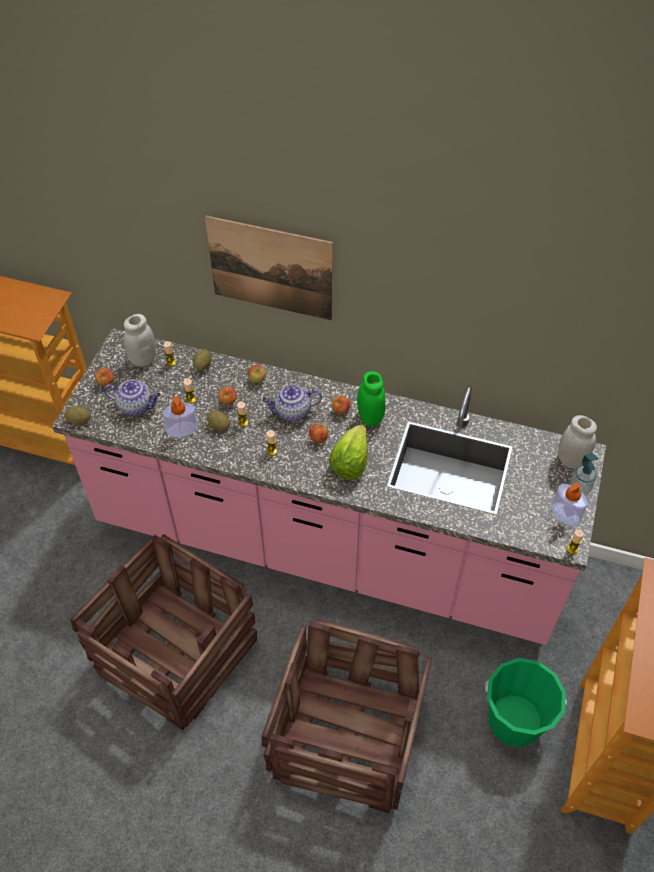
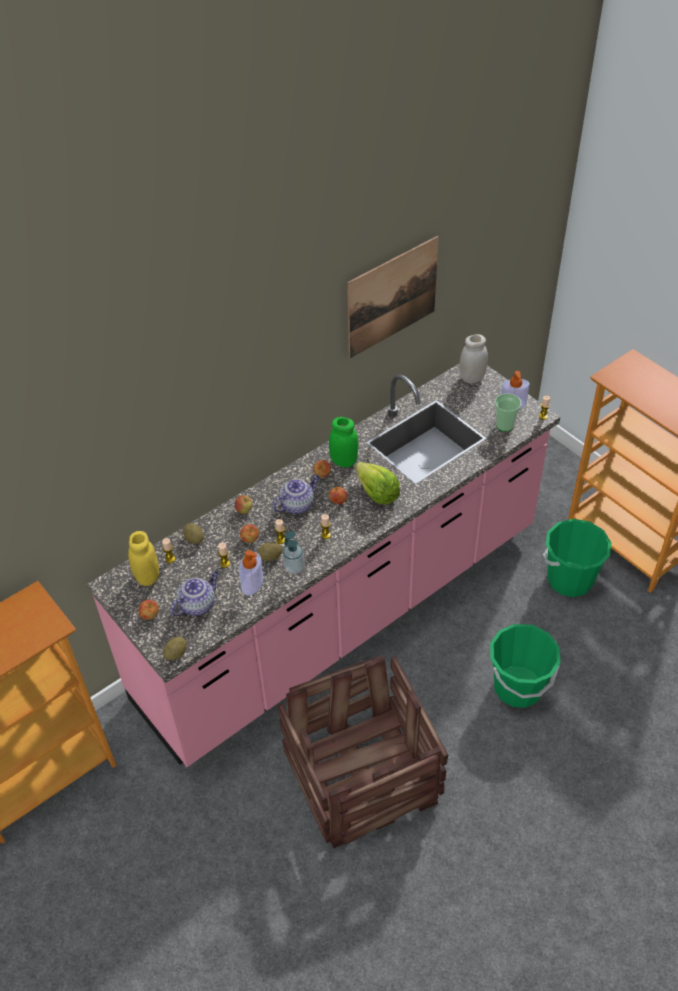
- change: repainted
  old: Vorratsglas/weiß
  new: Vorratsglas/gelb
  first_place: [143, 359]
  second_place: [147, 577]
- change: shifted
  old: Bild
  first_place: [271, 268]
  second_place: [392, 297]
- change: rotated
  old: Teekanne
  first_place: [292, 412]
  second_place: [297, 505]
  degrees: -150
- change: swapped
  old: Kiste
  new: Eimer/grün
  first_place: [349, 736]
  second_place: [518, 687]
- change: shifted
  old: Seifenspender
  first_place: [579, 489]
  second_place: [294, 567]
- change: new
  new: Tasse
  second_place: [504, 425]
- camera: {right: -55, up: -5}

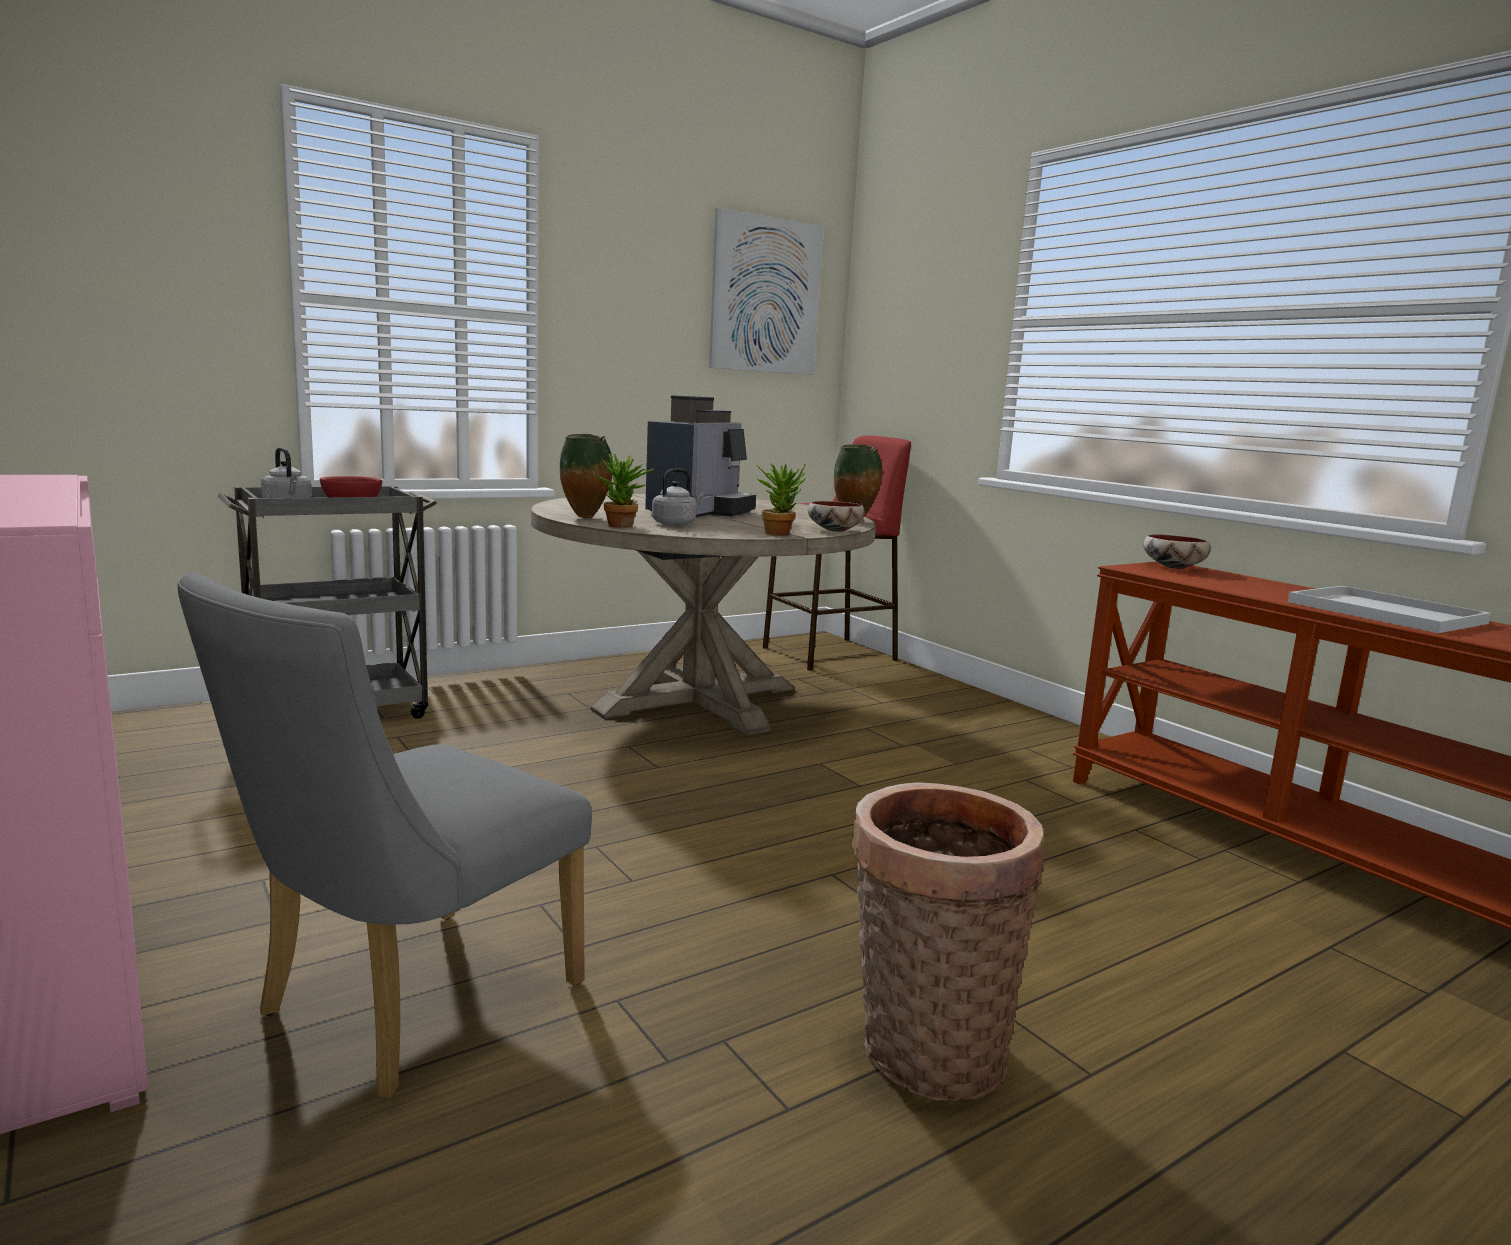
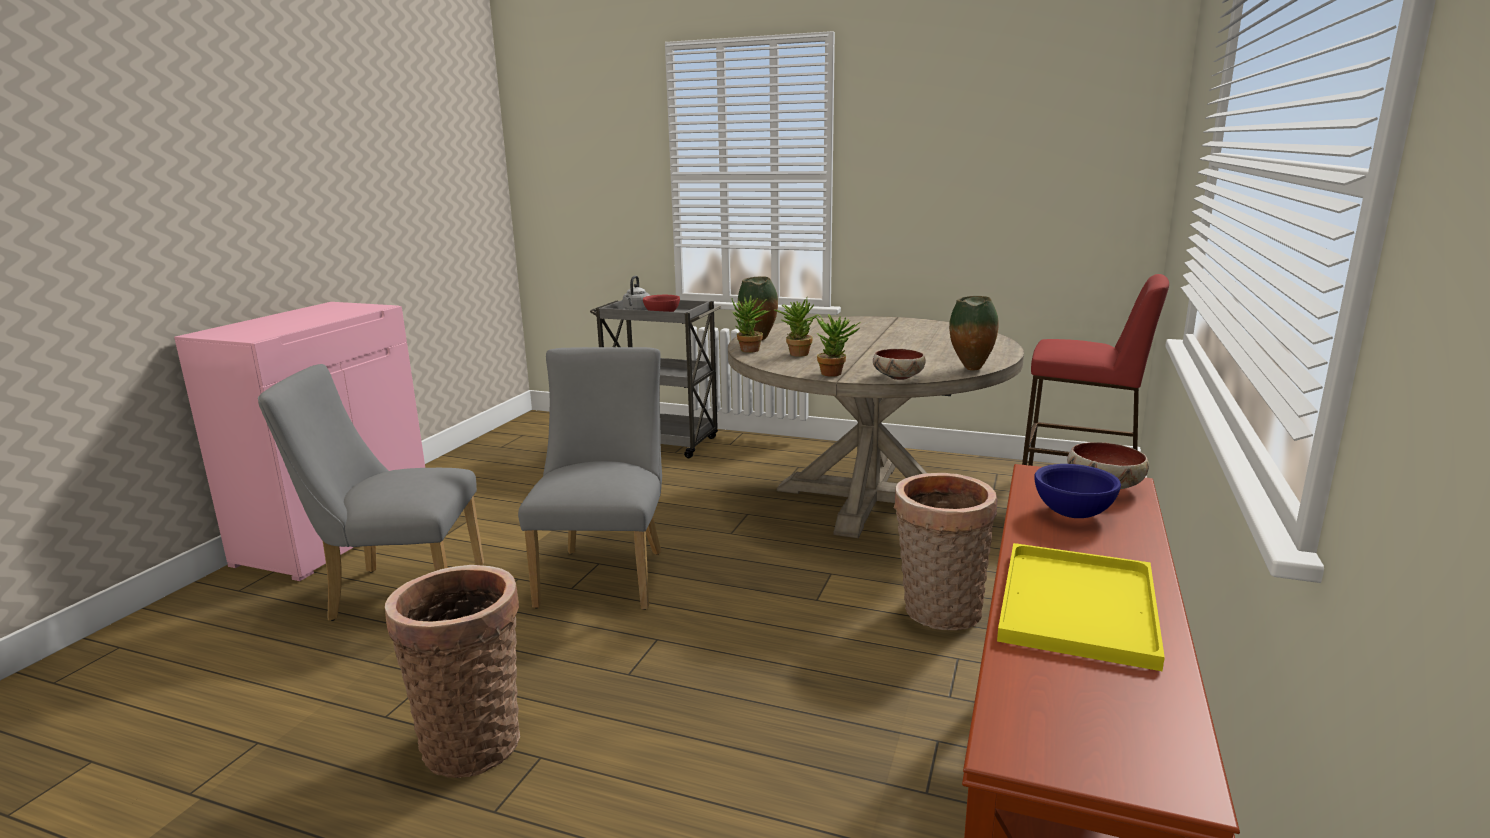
- change: gone
  old: Kaffeemaschine
  first_place: [700, 512]
- change: swapped
  old: Wasserkessel/grau
  new: Topfpflanze
  first_place: [676, 524]
  second_place: [796, 353]
- change: gone
  old: Bild
  first_place: [765, 295]
- change: repainted
  old: Tablett/weiß
  new: Tablett/gelb
  first_place: [1381, 612]
  second_place: [1075, 603]
- change: new
  new: Stuhl/grau
  second_place: [606, 573]
- change: new
  new: Korb
  second_place: [938, 613]
- change: new
  new: Schüssel/blau
  second_place: [1071, 513]
- camera: {right: 55, up: 5}

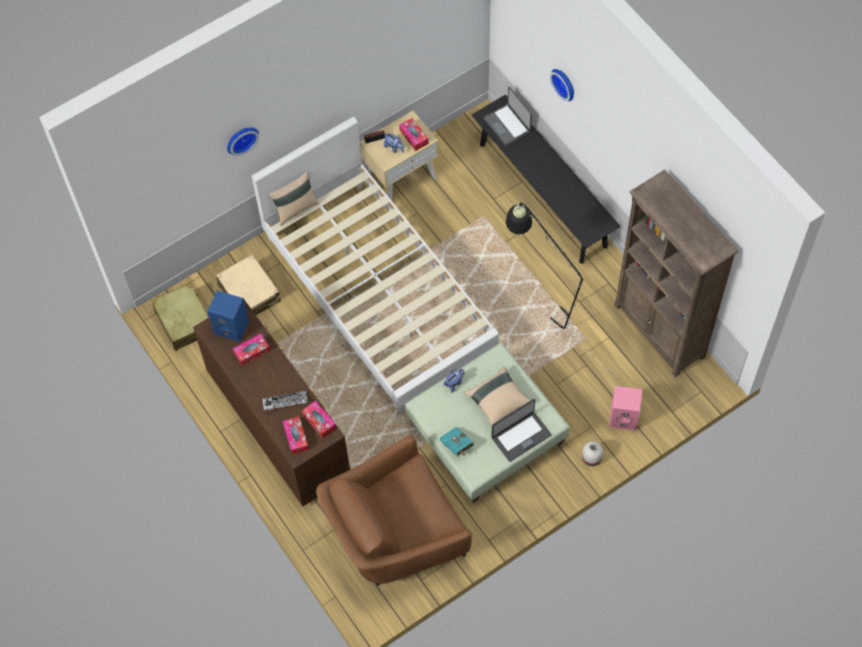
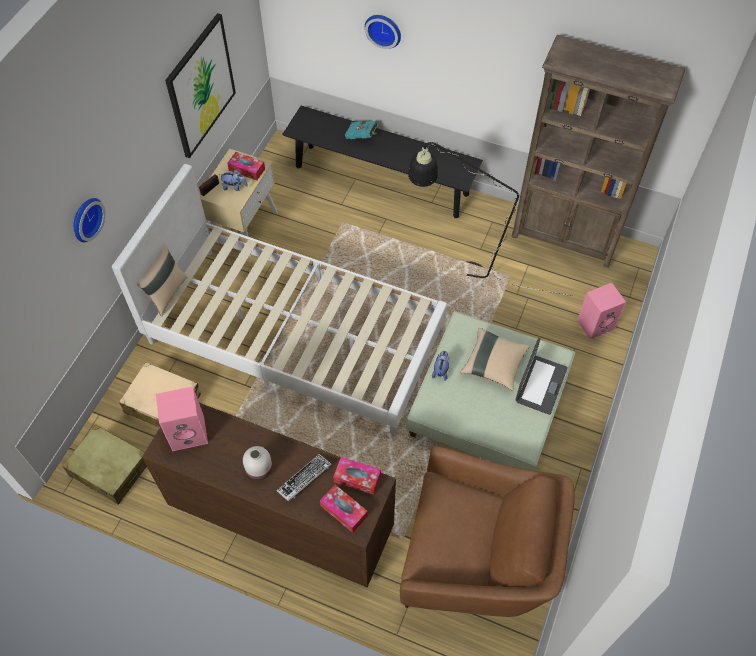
- change: repainted
  old: Lautsprecher/blau
  new: Lautsprecher/rosa
  first_place: [232, 327]
  second_place: [189, 432]
- change: gone
  old: Taschentuchbox
  first_place: [252, 352]
- change: rotated
  old: Sessel/braun
  first_place: [394, 535]
  second_place: [477, 558]
  degrees: -105
- change: shifted
  old: Buch/türkis
  first_place: [457, 446]
  second_place: [362, 136]
- change: gone
  old: Laptop
  first_place: [508, 125]
- change: shifted
  old: Vase/weiß
  first_place: [591, 457]
  second_place: [259, 469]
- change: new
  new: Bild
  second_place: [201, 86]
- camera: {right: -35, up: -5}

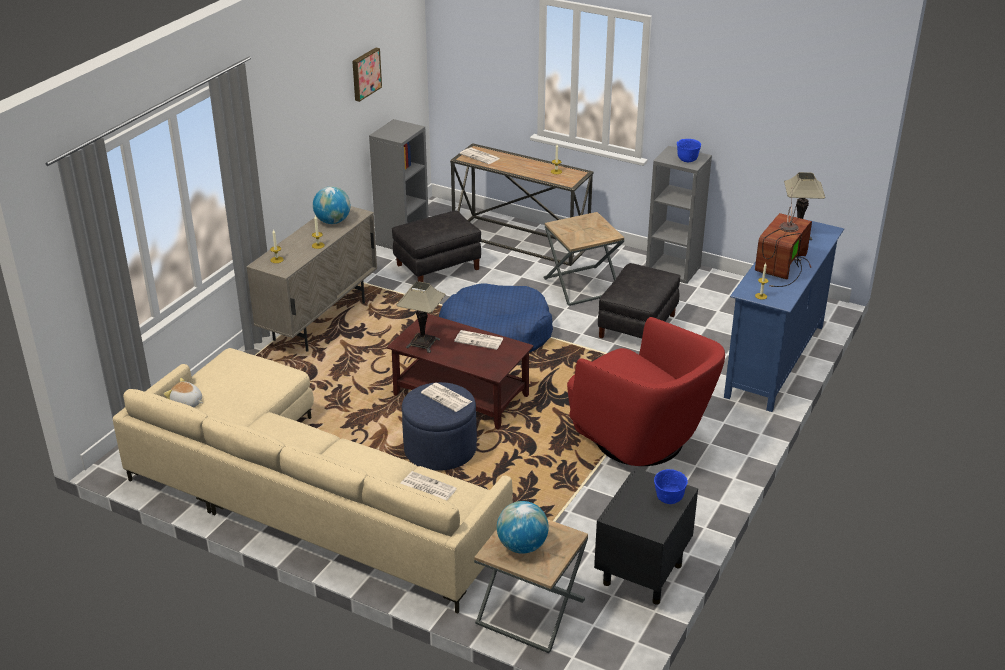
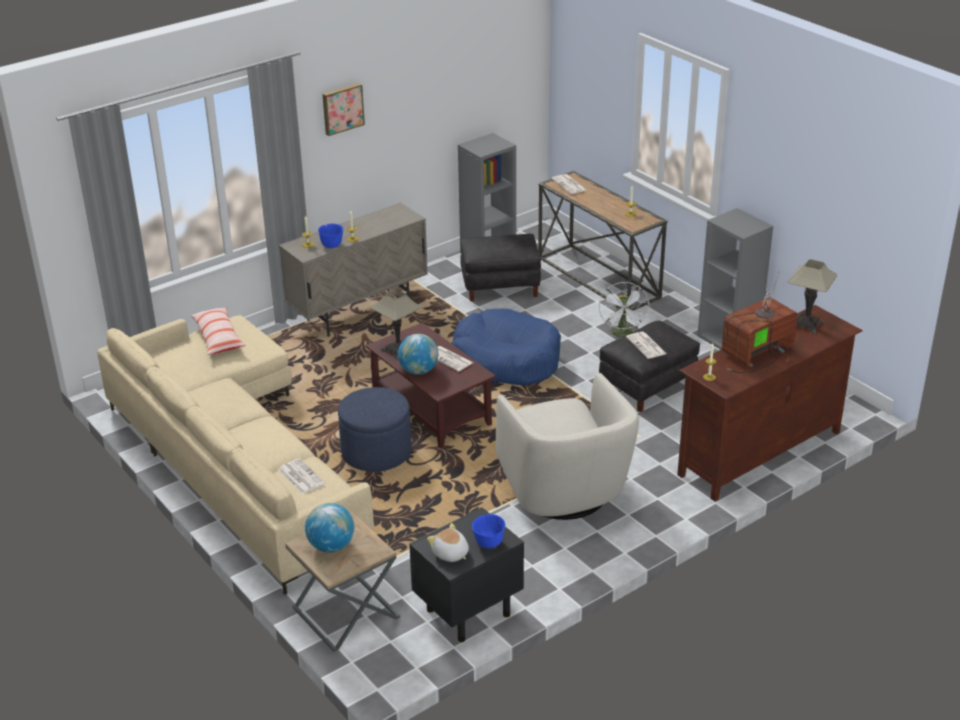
- change: shifted
  old: Plüschtier
  first_place: [186, 404]
  second_place: [450, 554]
- change: shifted
  old: Globus
  first_place: [333, 221]
  second_place: [418, 370]
- change: shifted
  old: Bild
  first_place: [365, 74]
  second_place: [342, 108]
- change: shifted
  old: Zeitung
  first_place: [447, 398]
  second_place: [646, 346]
- change: swapped
  old: Beistelltisch/braun
  new: Ventilator/weiß
  first_place: [581, 286]
  second_place: [623, 334]
- change: repainted
  old: Sessel/rot
  new: Sessel/beige
  first_place: [640, 440]
  second_place: [563, 493]
- change: shifted
  old: Schüssel/blau
  first_place: [687, 160]
  second_place: [331, 245]
- change: repainted
  old: Fernsehschrank/blau
  new: Fernsehschrank/braun
  first_place: [775, 361]
  second_place: [760, 454]
- change: new
  new: Kissen
  second_place: [218, 338]
- camera: {right: 25, up: 0}

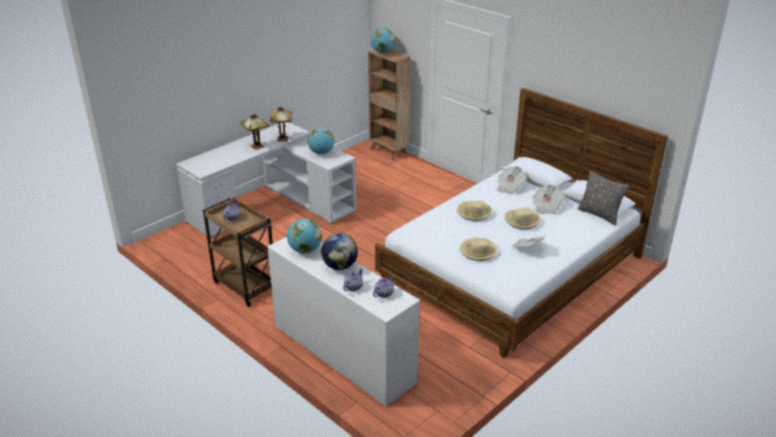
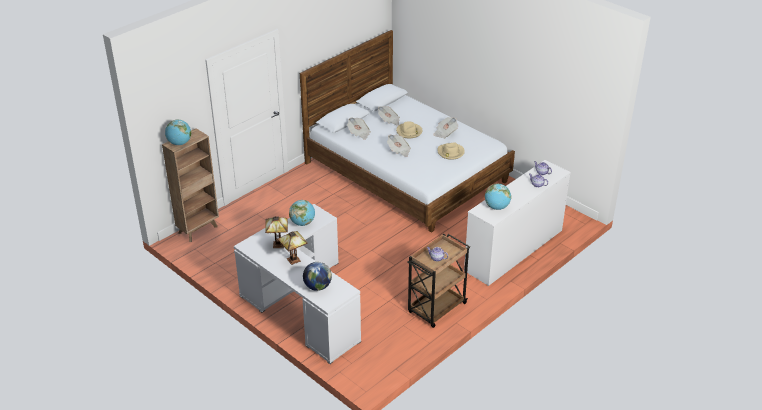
- change: shifted
  old: Globus
  first_place: [340, 266]
  second_place: [317, 286]
- change: swapped
  old: Hut/beige
  new: Zeitung
  first_place: [474, 212]
  second_place: [399, 151]
- change: gone
  old: Kissen
  first_place: [599, 215]
- camera: {right: -90, up: 5}

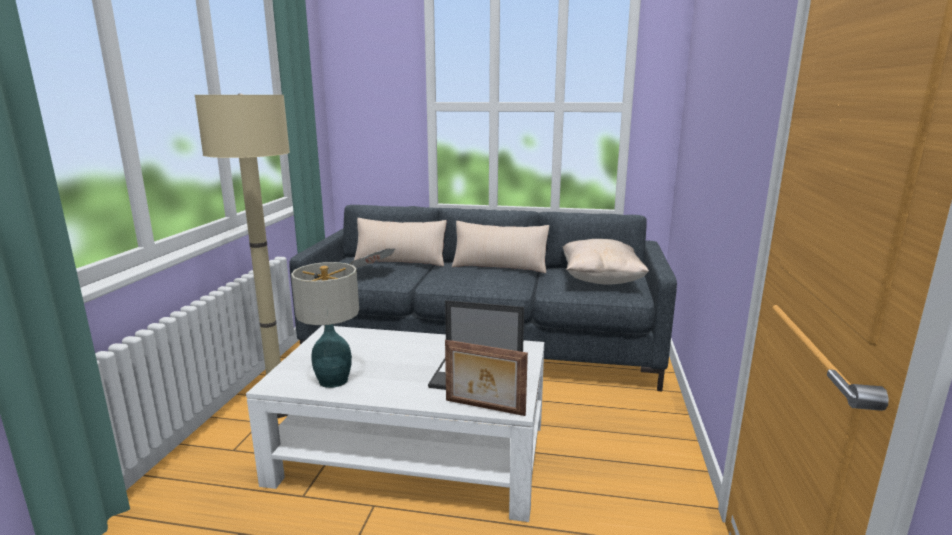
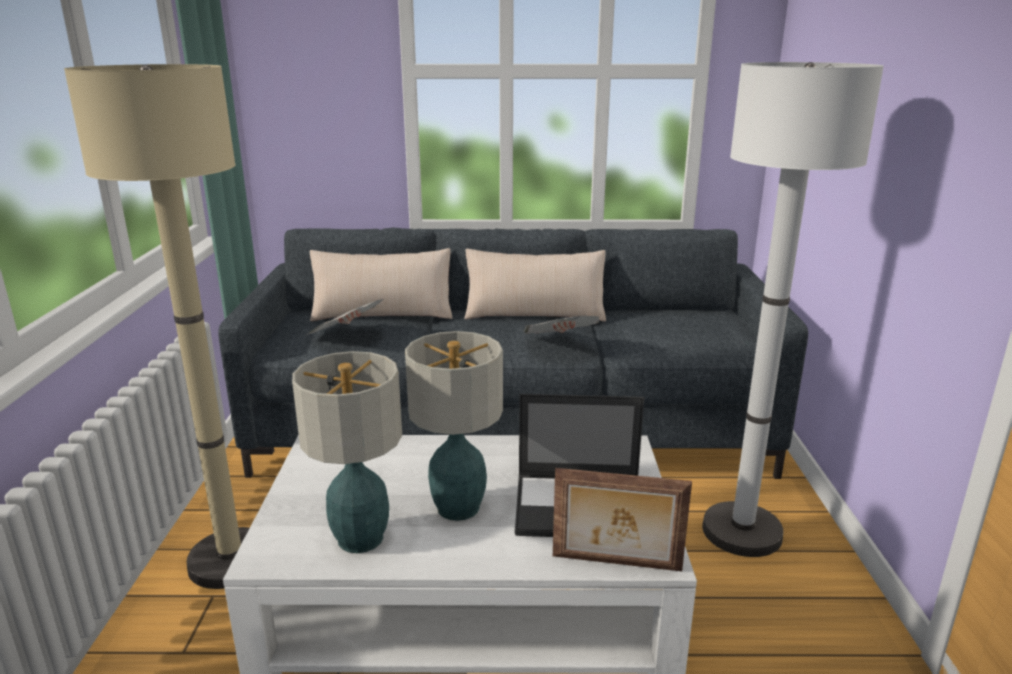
- change: gone
  old: Kissen/beige
  first_place: [600, 280]
- change: new
  new: Tischlampe
  second_place: [459, 508]
- change: new
  new: Zeitung
  second_place: [560, 345]
- change: new
  new: Stehlampe/weiß
  second_place: [742, 532]
- camera: {right: -10, up: 5}

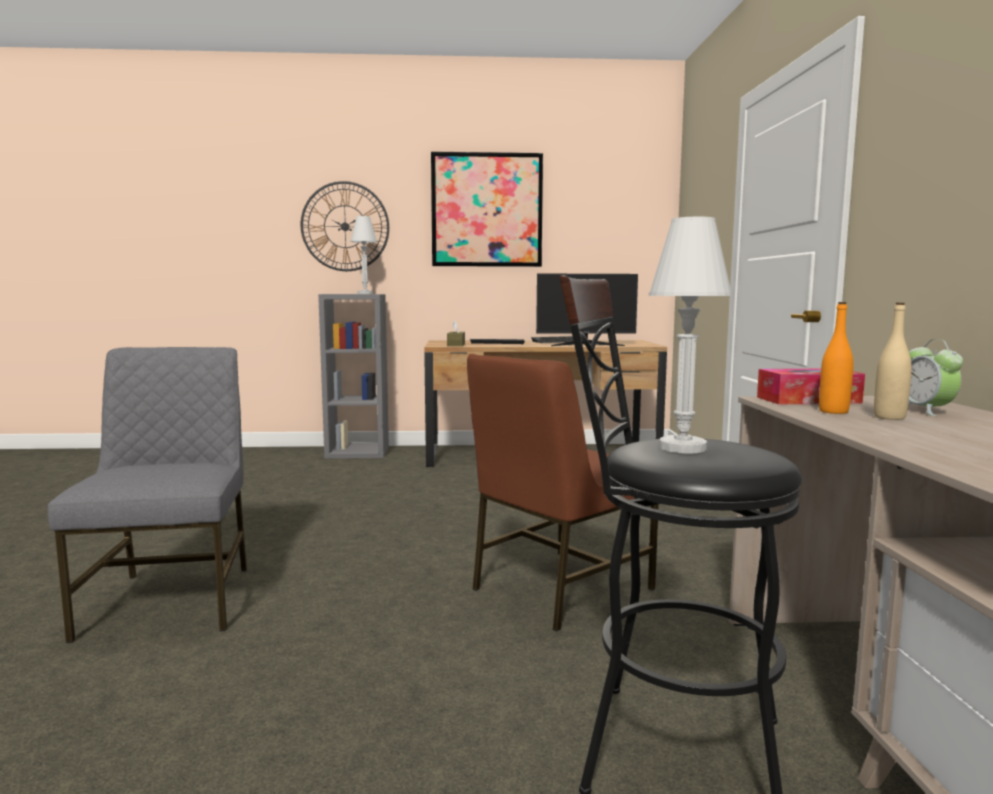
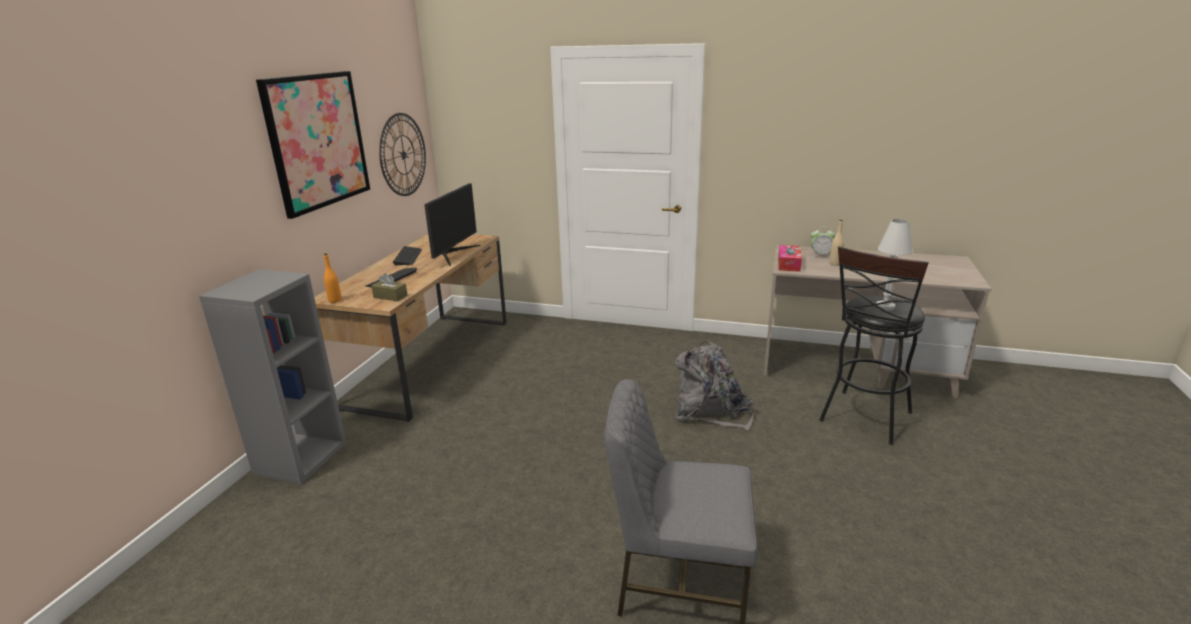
- change: shifted
  old: Wanduhr
  first_place: [345, 226]
  second_place: [403, 155]
- change: gone
  old: Tischlampe/weiß
  first_place: [365, 293]
- change: swapped
  old: Stuhl/braun
  new: Rucksack/grau
  first_place: [558, 589]
  second_place: [711, 411]
- change: shifted
  old: Flasche/orange
  first_place: [833, 411]
  second_place: [335, 300]
- camera: {right: -70, up: 15}

